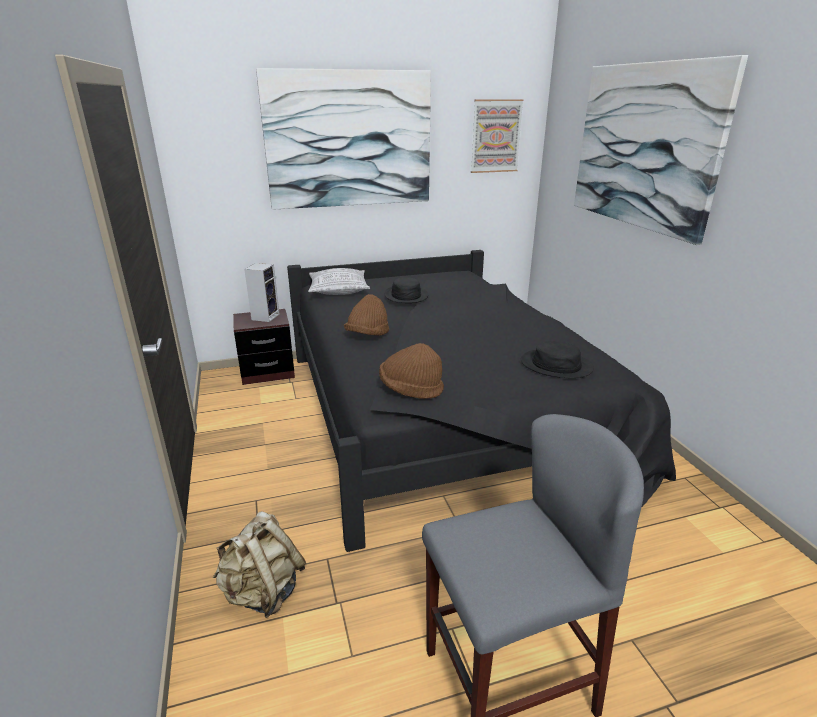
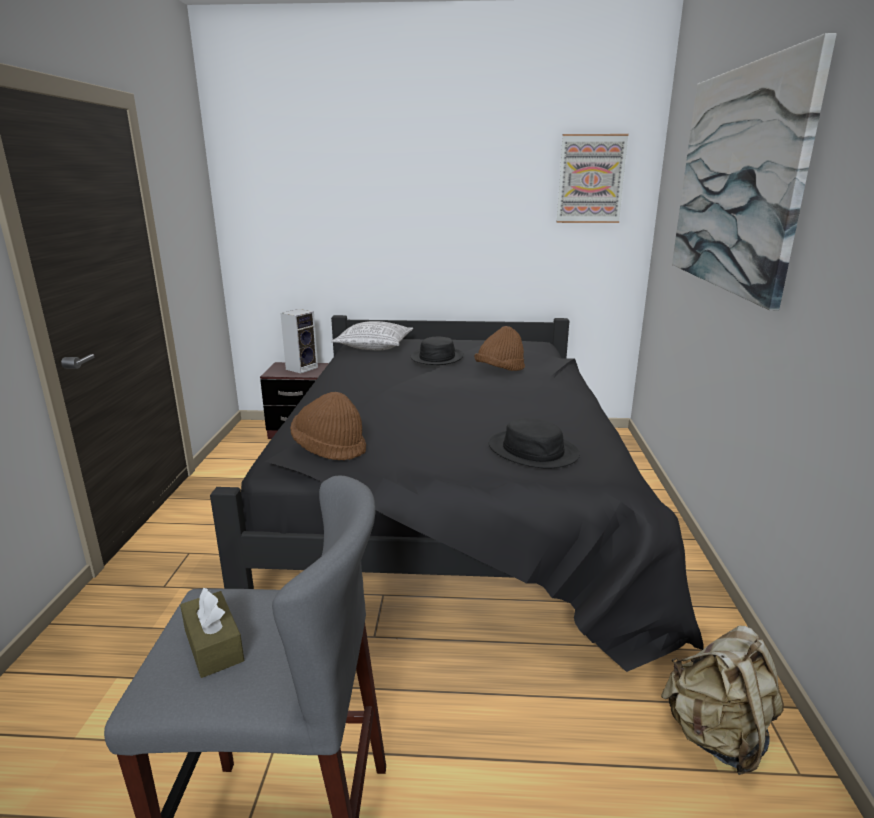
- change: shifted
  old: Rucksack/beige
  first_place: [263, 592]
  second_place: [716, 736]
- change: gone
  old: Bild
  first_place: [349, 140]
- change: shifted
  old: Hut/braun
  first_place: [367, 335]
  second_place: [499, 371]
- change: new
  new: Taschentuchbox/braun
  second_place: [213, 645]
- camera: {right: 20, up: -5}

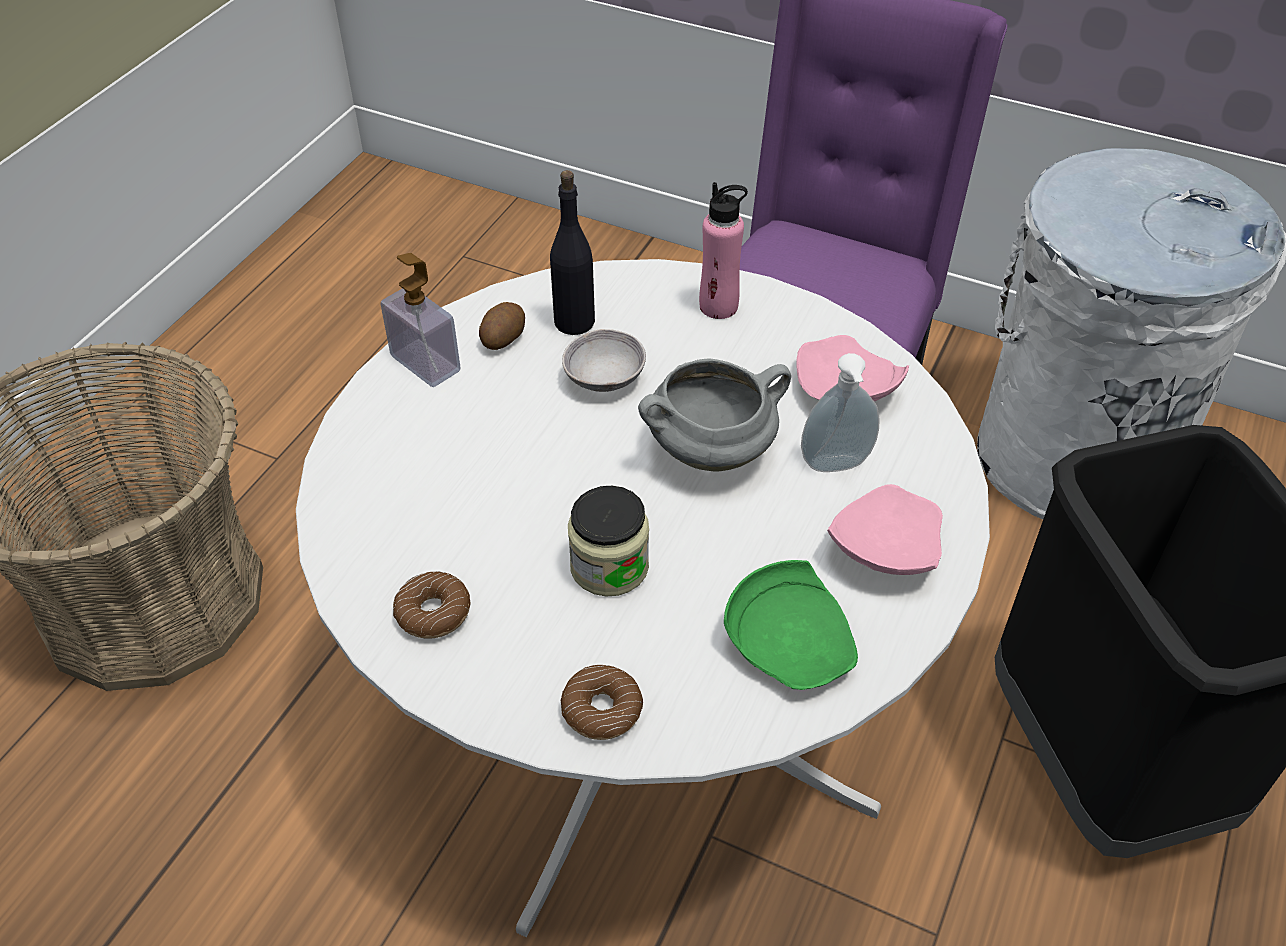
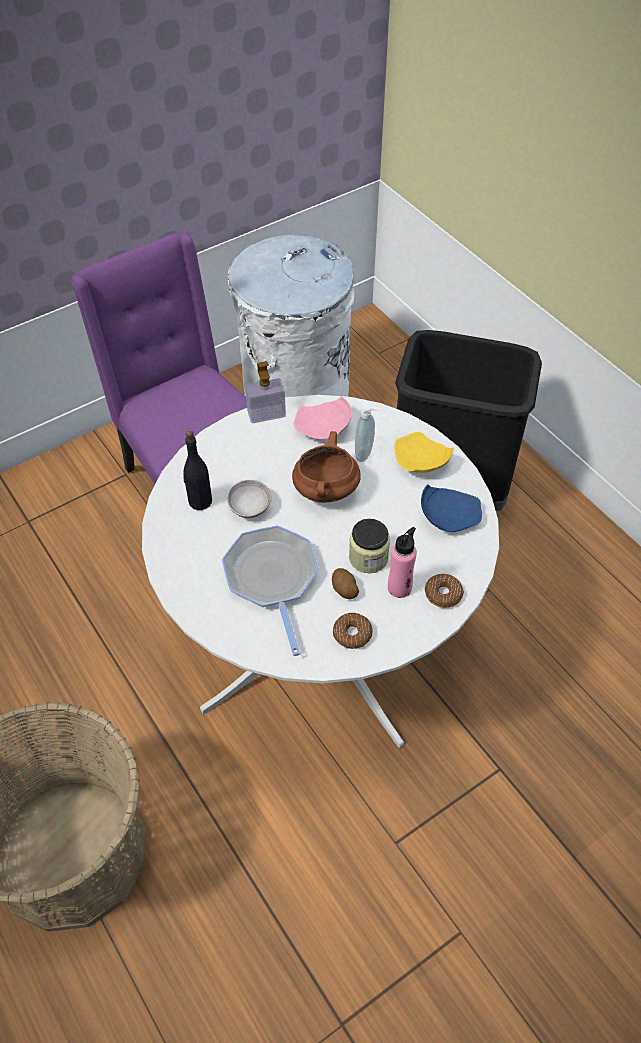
- change: shifted
  old: Seifenspender
  first_place: [425, 363]
  second_place: [266, 414]
- change: shifted
  old: Kartoffel
  first_place: [502, 338]
  second_place: [344, 589]
- change: repainted
  old: Kochtopf/grau
  new: Kochtopf/braun
  first_place: [712, 450]
  second_place: [325, 490]
- change: shifted
  old: Flasche/rosa
  first_place: [719, 306]
  second_place: [399, 587]
- change: repainted
  old: Teller/grün
  new: Teller/blau
  first_place: [791, 643]
  second_place: [448, 516]
- change: repainted
  old: Teller/rosa
  new: Teller/gelb
  first_place: [883, 549]
  second_place: [420, 463]
- change: new
  new: Pfanne
  second_place: [272, 578]
- camera: {right: -60, up: 5}

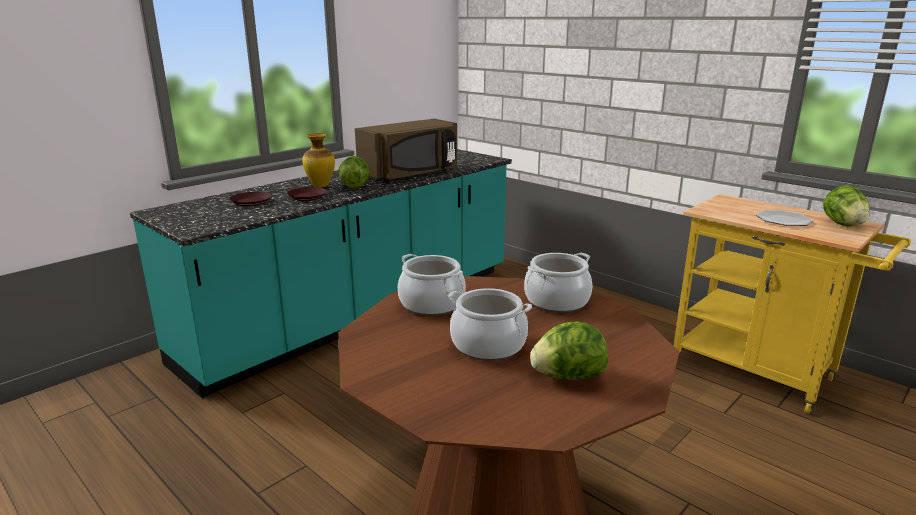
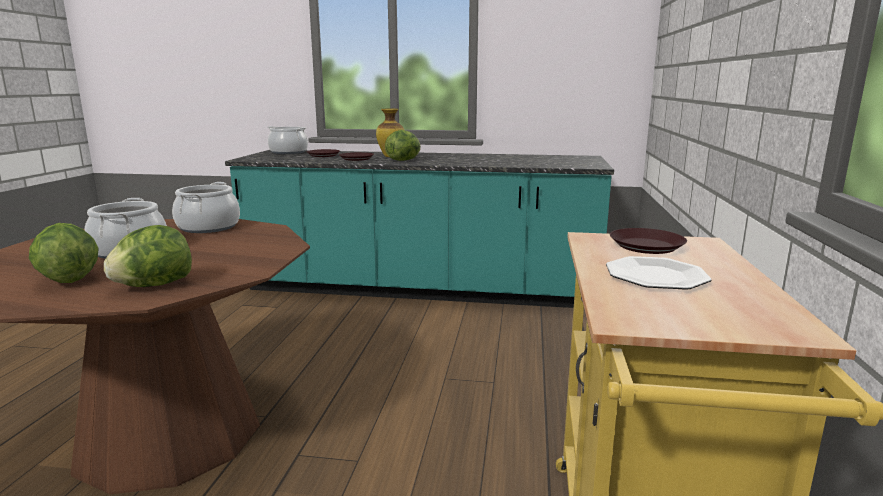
- change: gone
  old: Mikrowelle/braun
  first_place: [411, 174]
- change: shifted
  old: Kochtopf
  first_place: [557, 301]
  second_place: [288, 152]
- change: shifted
  old: Salatkopf
  first_place: [843, 224]
  second_place: [154, 285]
- change: new
  new: Teller/braun
  second_place: [647, 246]
- camera: {right: 55, up: -5}

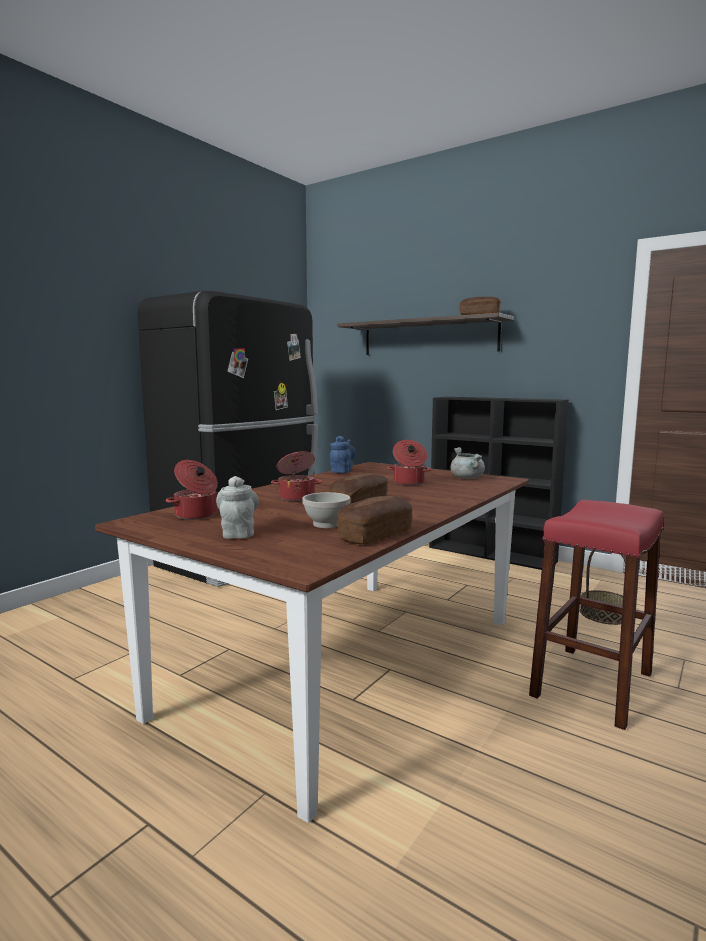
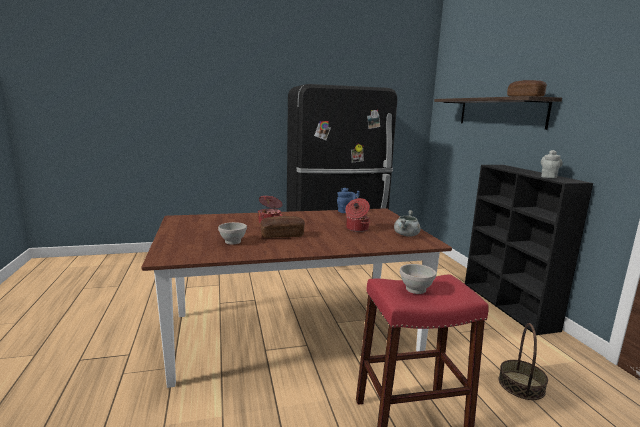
- change: gone
  old: Kochtopf
  first_place: [196, 515]
- change: shifted
  old: Teekanne/grau
  first_place: [238, 533]
  second_place: [548, 177]
- change: gone
  old: Brot
  first_place: [375, 535]
- change: new
  new: Schüssel/weiß
  second_place: [416, 289]
- camera: {right: 40, up: 5}

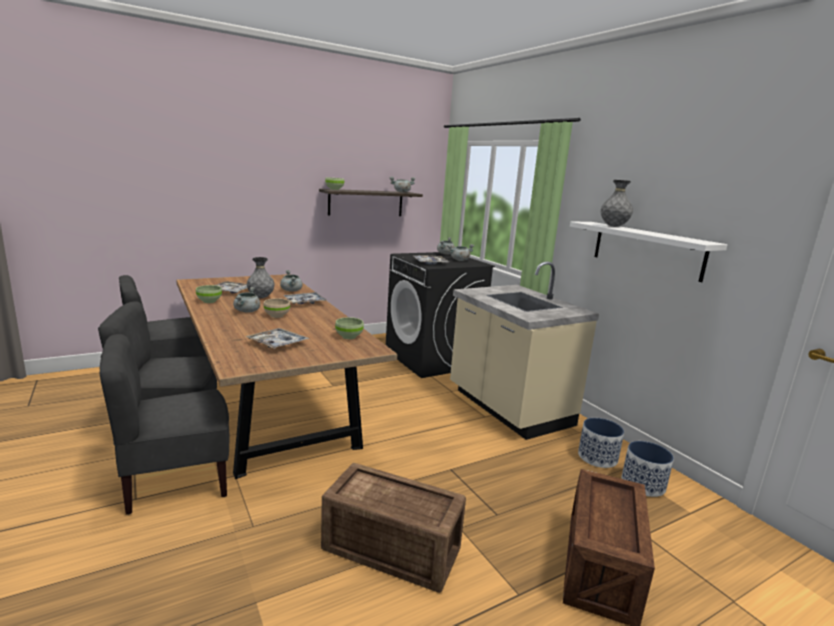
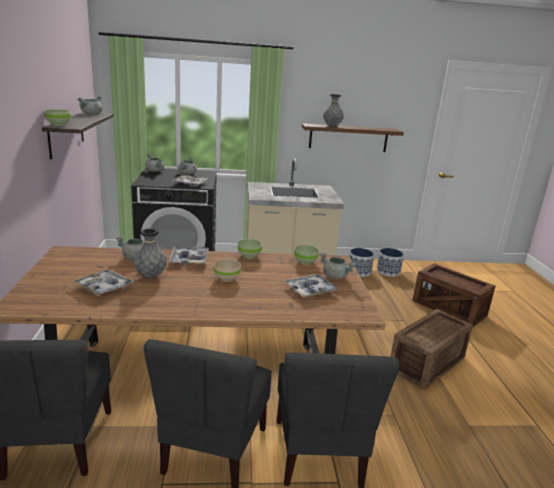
- change: shifted
  old: Schüssel/grün
  first_place: [209, 301]
  second_place: [249, 256]
- change: shifted
  old: Kochtopf/grau
  first_place: [247, 311]
  second_place: [335, 277]
- change: repainted
  old: Wandregal/weiß
  new: Wandregal/braun
  first_place: [647, 250]
  second_place: [348, 138]
- camera: {right: -65, up: 5}

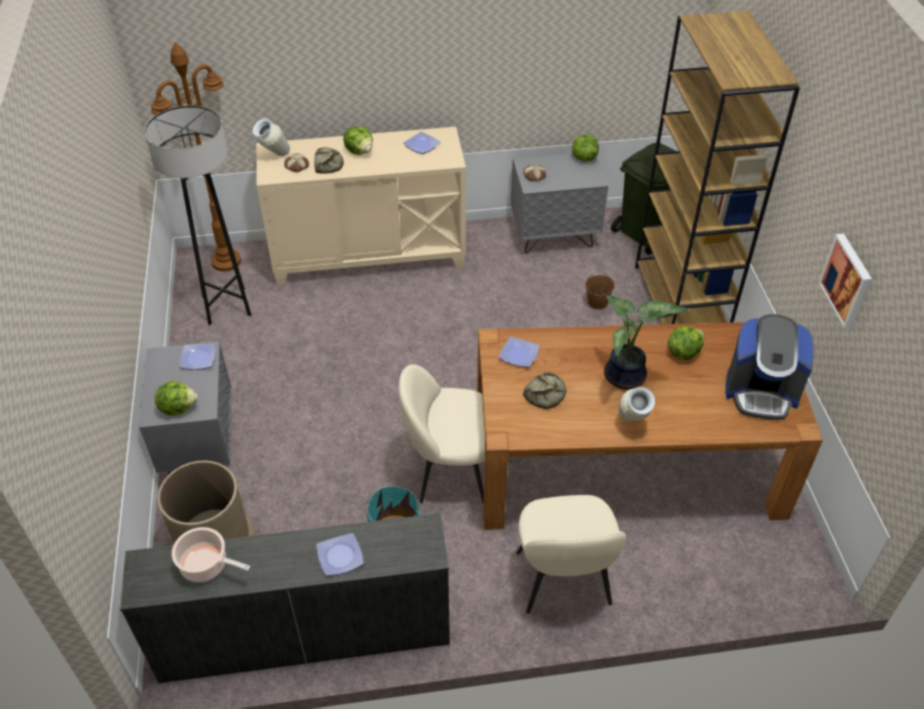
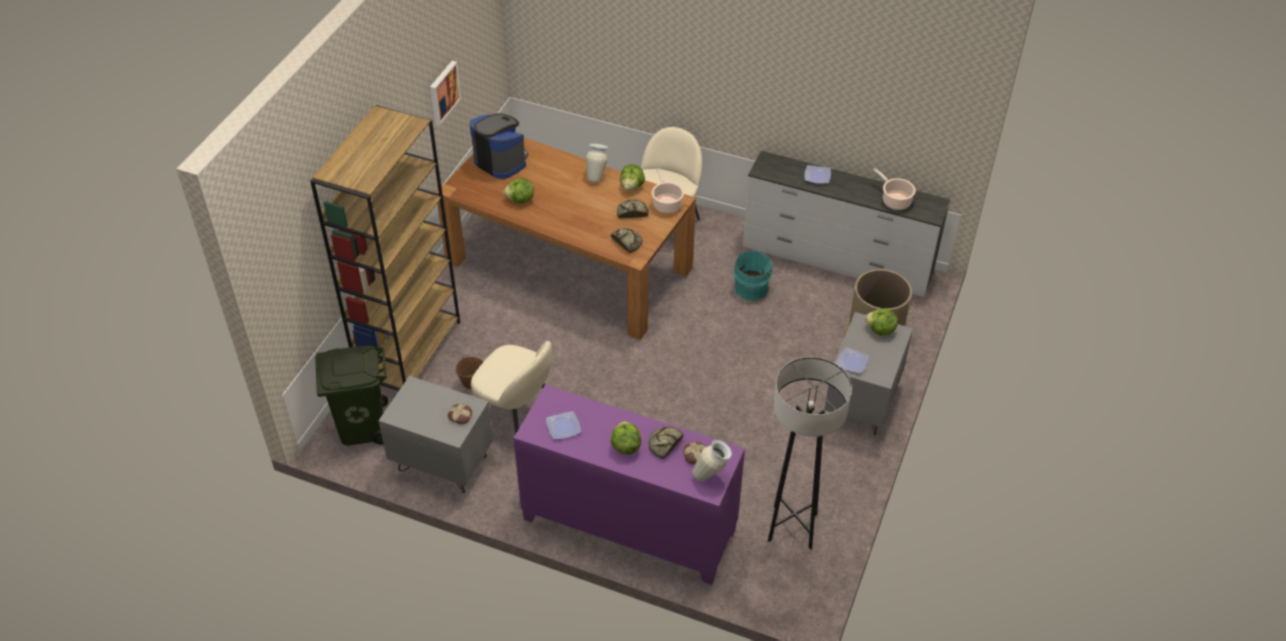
- change: gone
  old: Stehlampe/braun
  first_place: [226, 262]
- change: repainted
  old: Schrank/beige
  new: Schrank/lila
  first_place: [369, 254]
  second_place: [628, 525]
- change: shifted
  old: Stuhl/beige
  first_place: [449, 470]
  second_place: [517, 417]
- change: swapped
  old: Teller
  new: Brot
  first_place: [520, 354]
  second_place: [627, 242]
- change: shifted
  old: Salatkopf
  first_place: [583, 158]
  second_place: [632, 186]
- change: gone
  old: Topfpflanze
  first_place: [626, 378]
- change: new
  new: Kochtopf
  second_place: [666, 203]
- camera: {right: -150, up: 0}

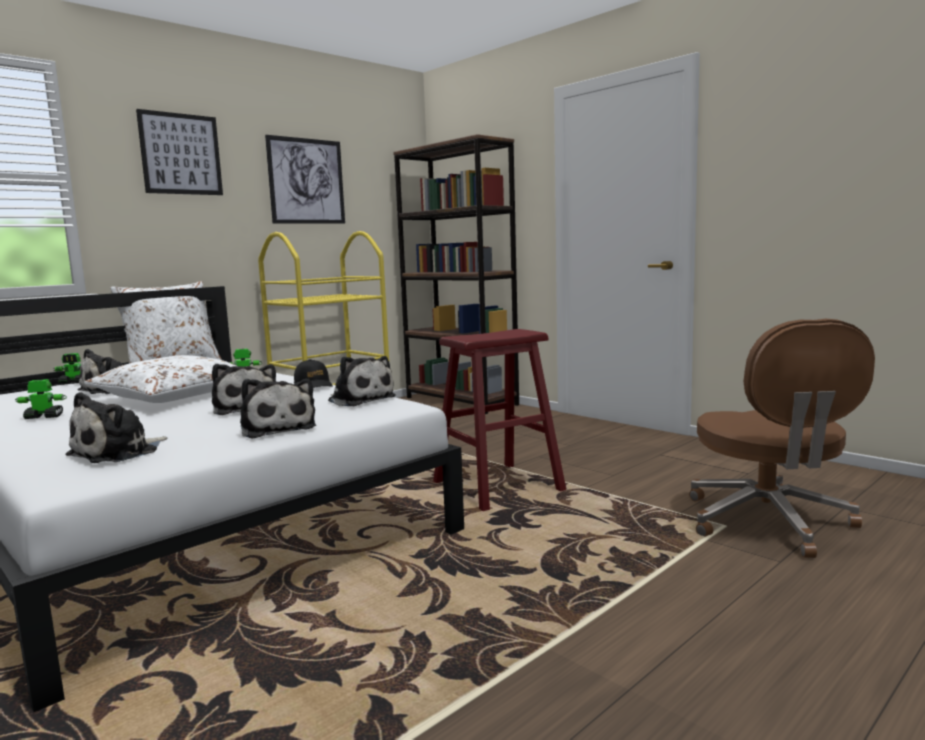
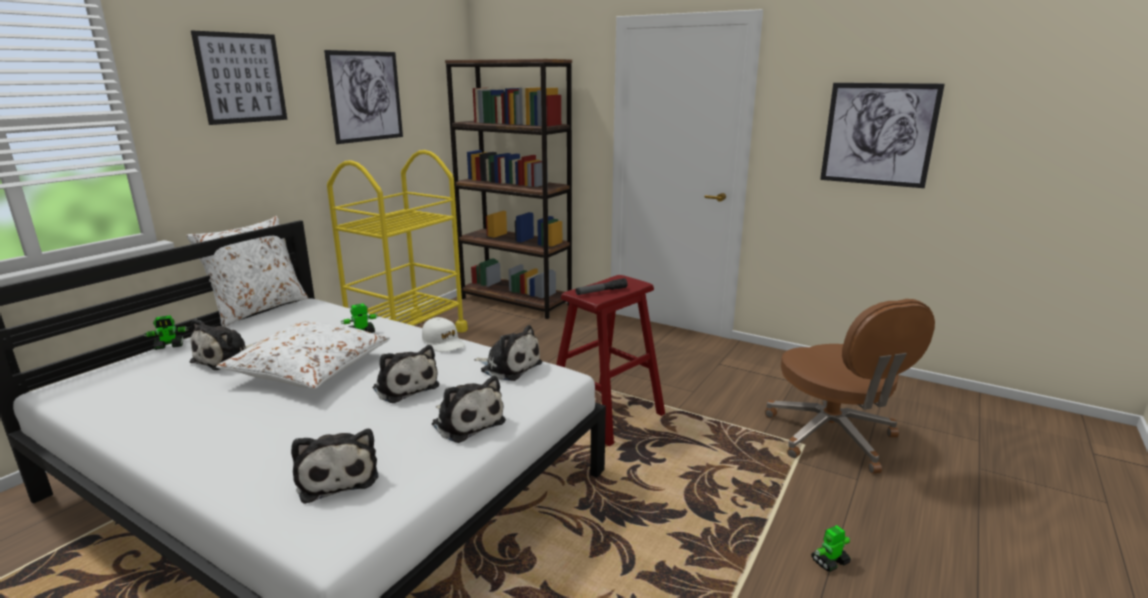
- change: shifted
  old: Spielzeugroboter
  first_place: [43, 417]
  second_place: [829, 561]
- change: rotated
  old: Plüschtier
  first_place: [118, 453]
  second_place: [337, 476]
  degrees: -45
- change: repainted
  old: Kappe/schwarz
  new: Kappe/weiß
  first_place: [313, 385]
  second_place: [443, 342]
- change: new
  new: Taschenlampe
  second_place: [601, 291]
- change: new
  new: Bild
  second_place: [878, 134]
- camera: {right: -15, up: 10}

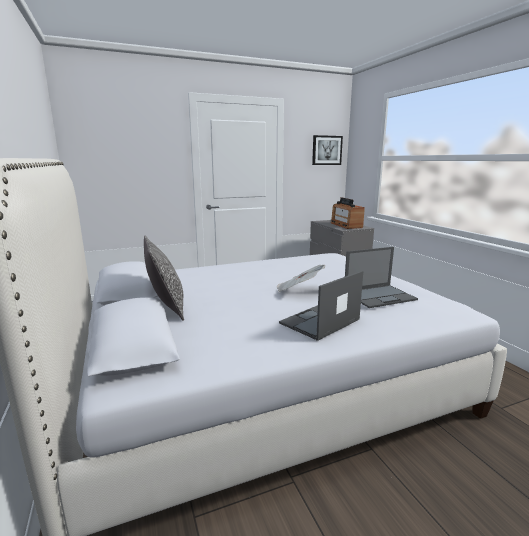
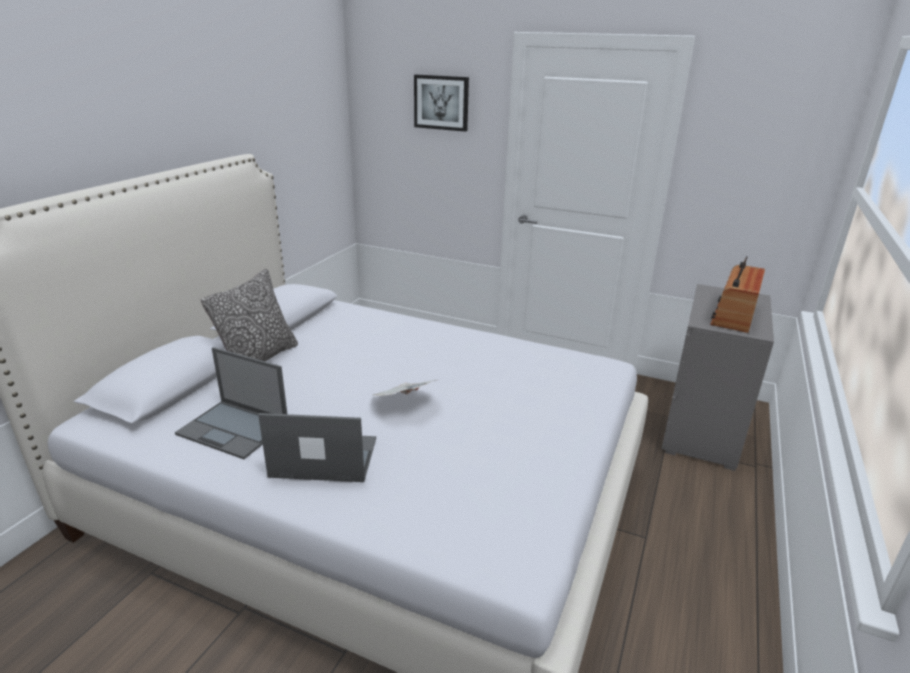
- change: shifted
  old: Bild
  first_place: [326, 150]
  second_place: [441, 102]
- change: shifted
  old: Laptop
  first_place: [380, 296]
  second_place: [234, 429]
- camera: {right: 45, up: 10}

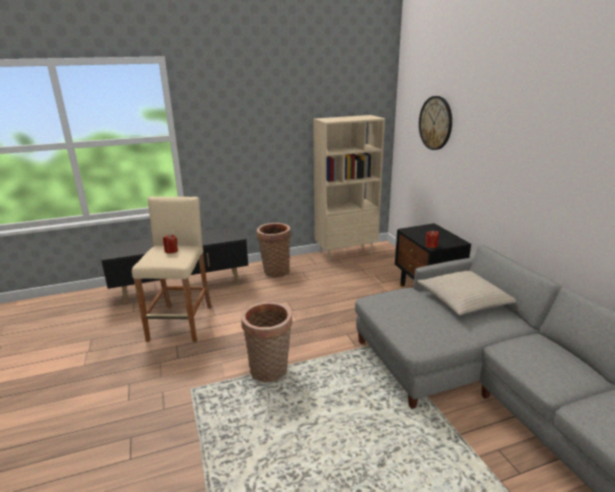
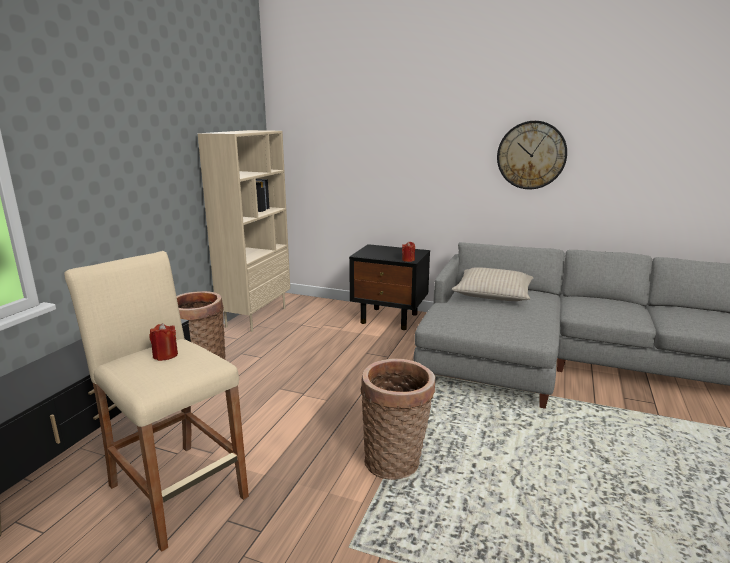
- change: shifted
  old: Wanduhr
  first_place: [435, 123]
  second_place: [531, 155]
- camera: {right: -50, up: -5}

